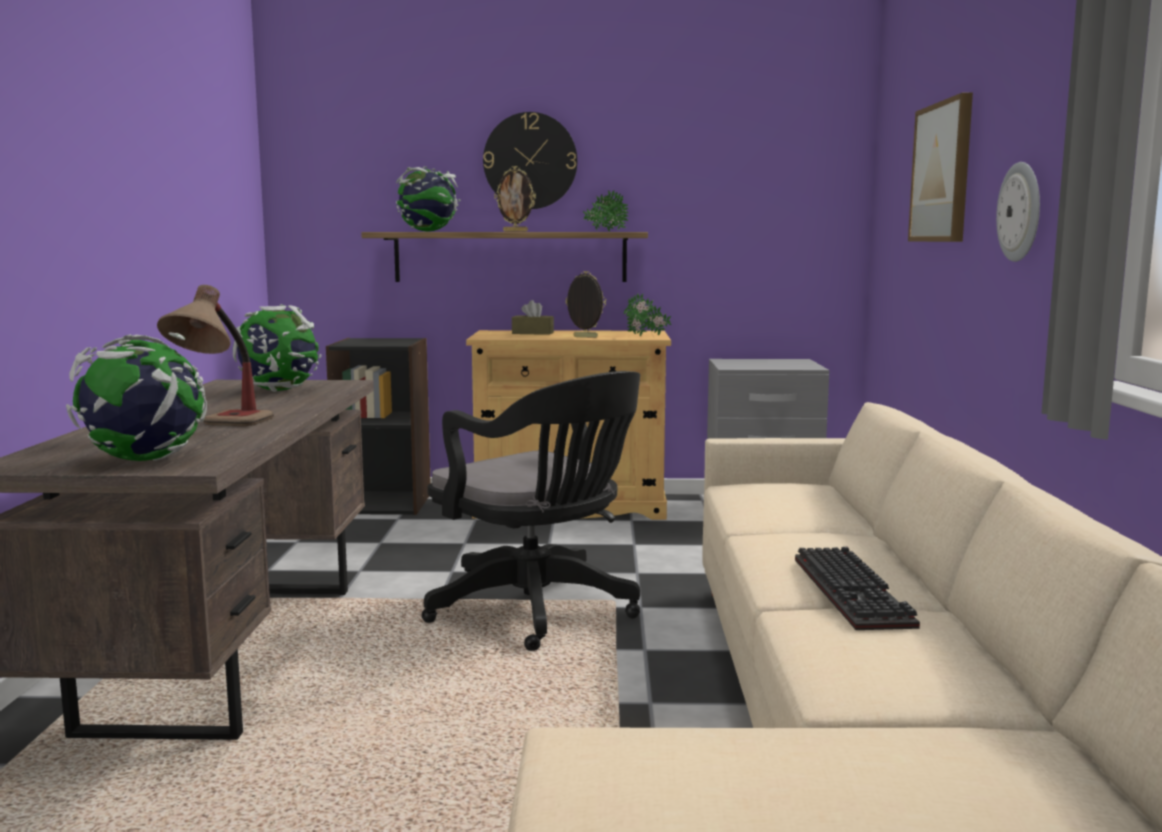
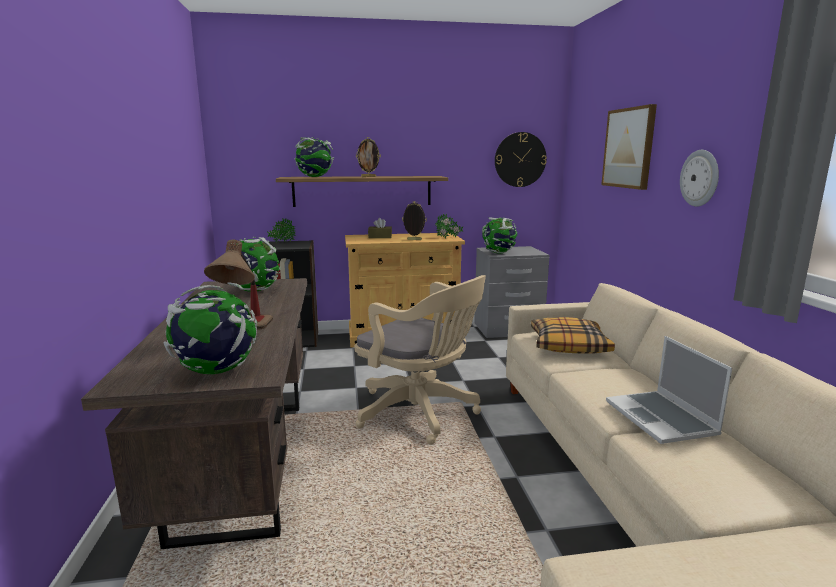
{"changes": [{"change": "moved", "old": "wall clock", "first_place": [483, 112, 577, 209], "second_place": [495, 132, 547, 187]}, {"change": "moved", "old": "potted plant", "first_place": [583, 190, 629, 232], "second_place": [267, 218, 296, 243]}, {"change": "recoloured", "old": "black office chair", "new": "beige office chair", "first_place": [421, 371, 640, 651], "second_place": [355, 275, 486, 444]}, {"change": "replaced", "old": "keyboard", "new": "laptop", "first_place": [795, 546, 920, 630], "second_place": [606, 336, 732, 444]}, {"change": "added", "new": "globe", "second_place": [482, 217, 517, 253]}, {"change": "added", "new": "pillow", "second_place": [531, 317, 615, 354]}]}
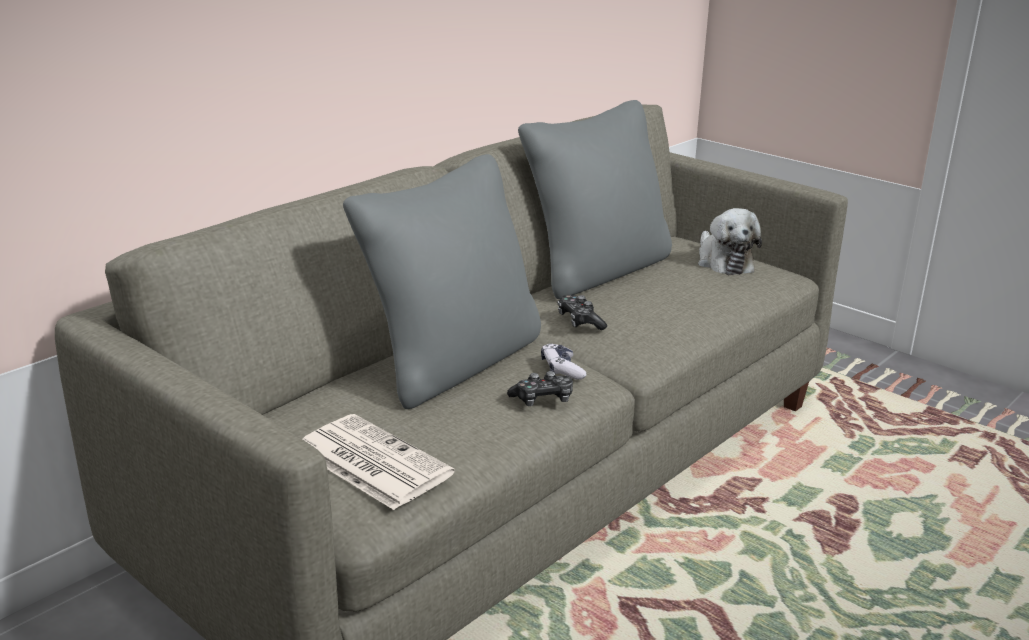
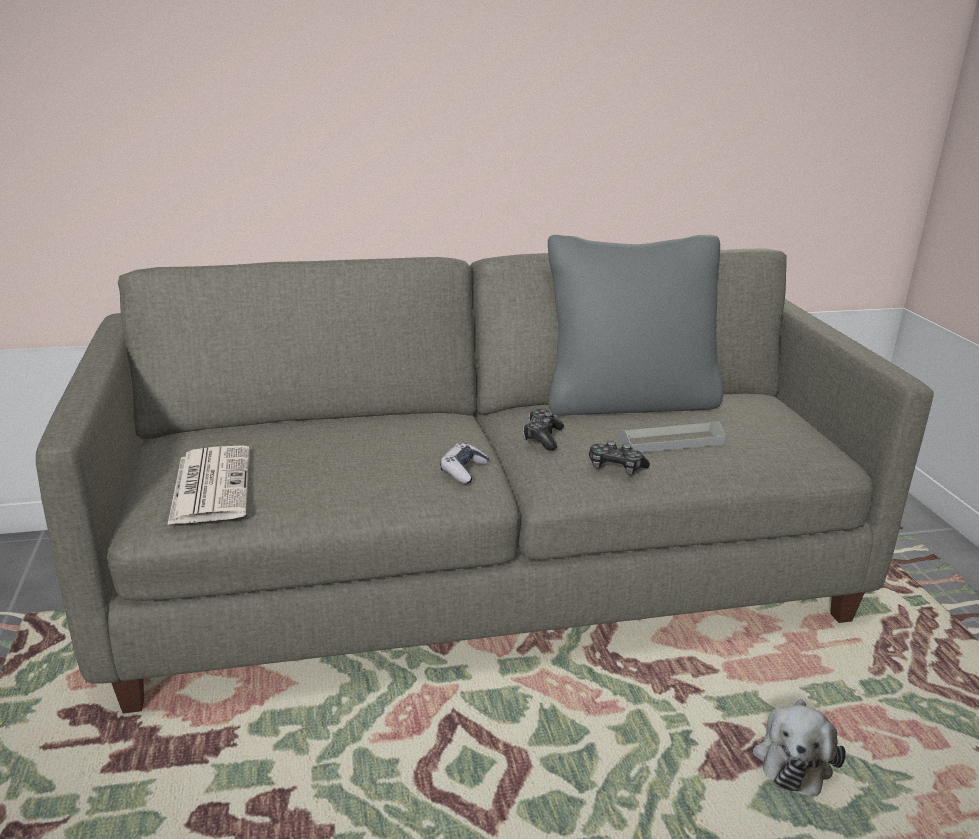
{"changes": [{"change": "removed", "old": "grey pillow", "first_place": [343, 154, 541, 409]}, {"change": "moved", "old": "plush toy", "first_place": [698, 208, 762, 275], "second_place": [753, 699, 846, 796]}, {"change": "moved", "old": "game controller", "first_place": [507, 371, 573, 406], "second_place": [589, 440, 650, 475]}, {"change": "added", "new": "grey tray", "second_place": [617, 421, 726, 453]}]}
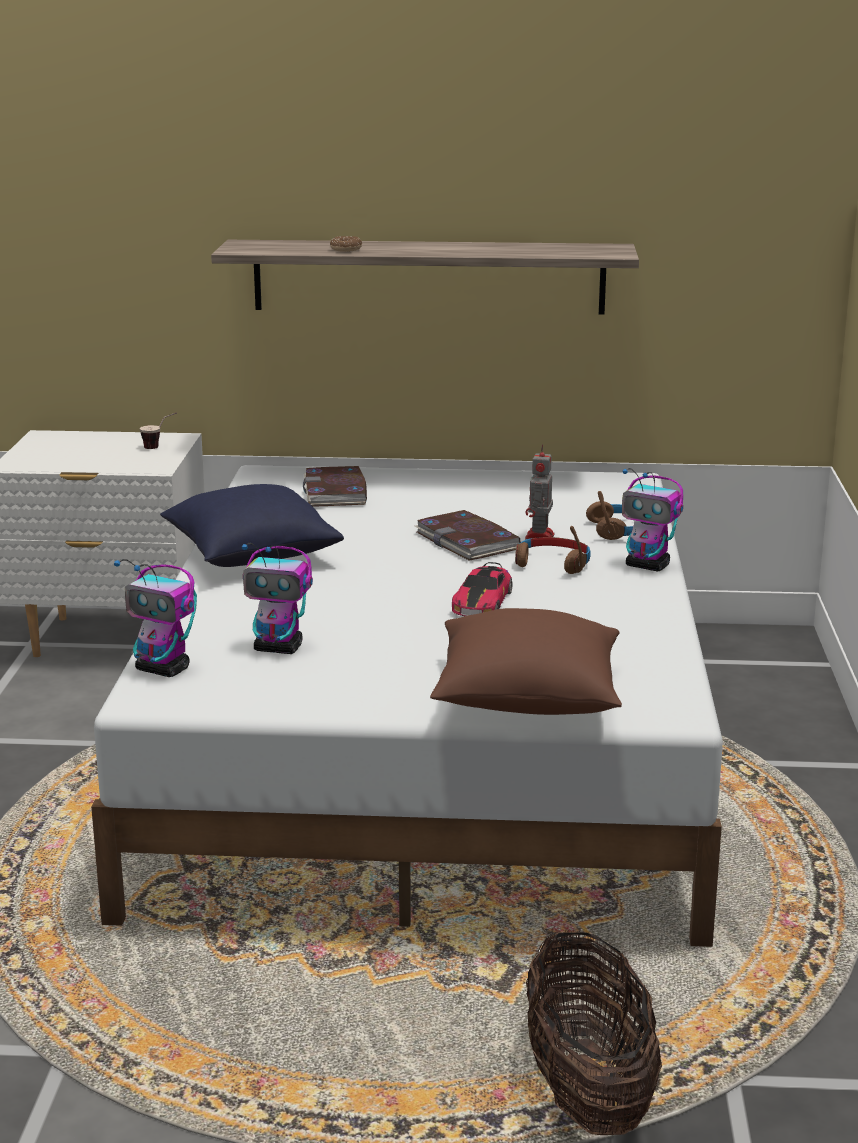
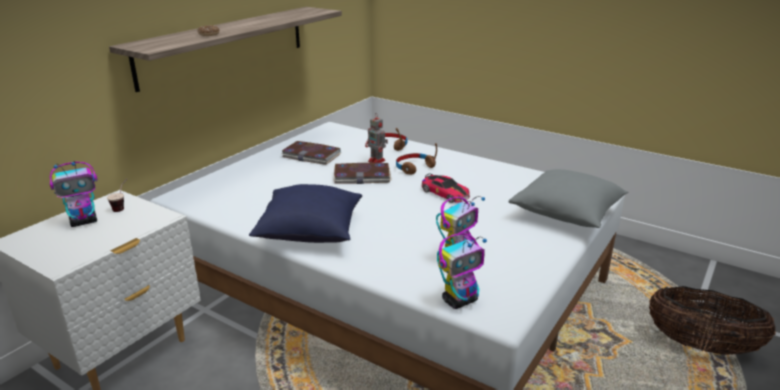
{"changes": [{"change": "moved", "old": "book", "first_place": [303, 466, 367, 507], "second_place": [282, 141, 341, 165]}, {"change": "moved", "old": "toy robot", "first_place": [622, 468, 683, 571], "second_place": [50, 161, 98, 227]}, {"change": "recoloured", "old": "brown pillow", "new": "grey pillow", "first_place": [430, 608, 622, 715], "second_place": [508, 169, 628, 228]}]}
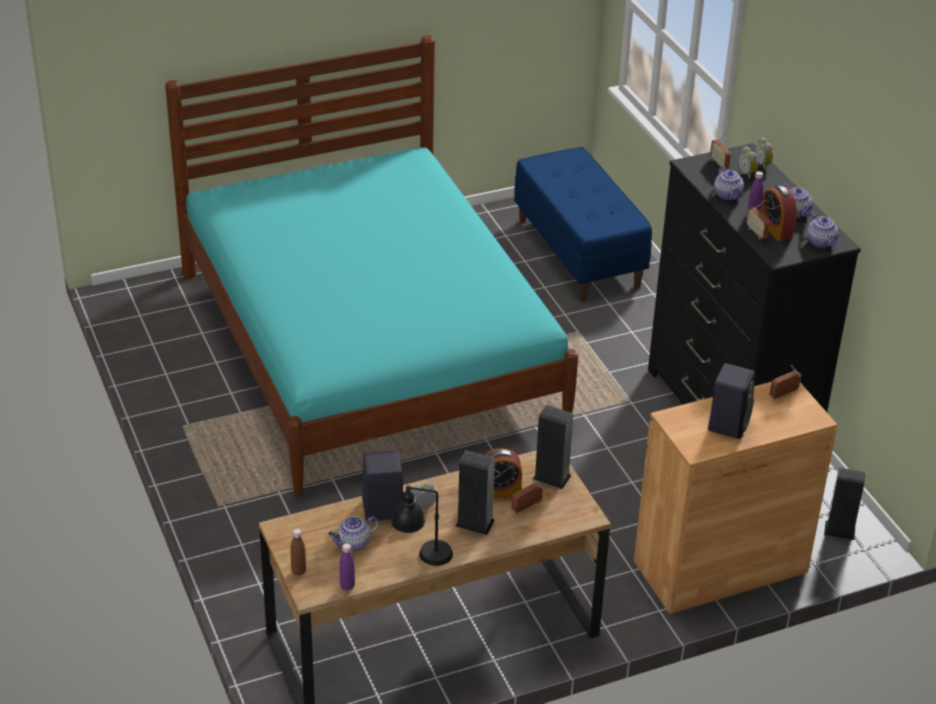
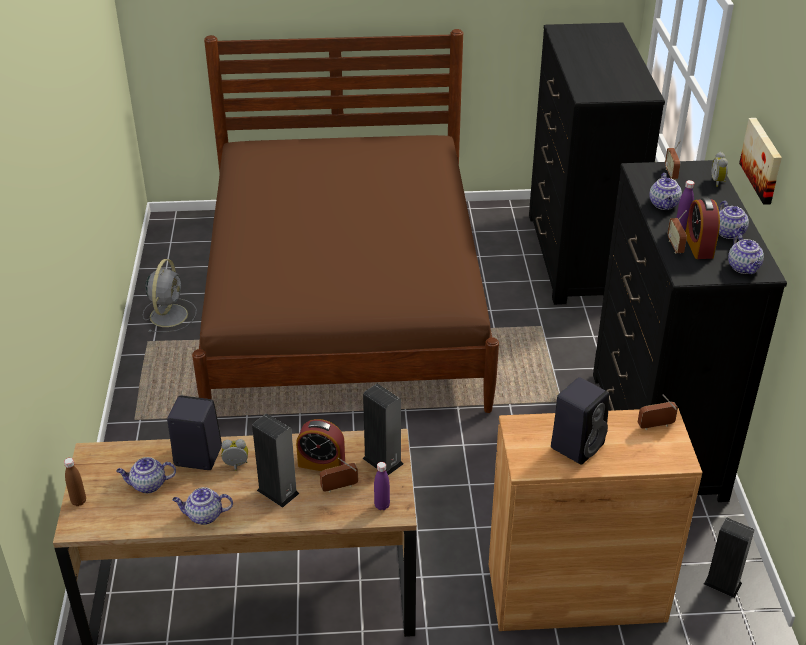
{"changes": [{"change": "recoloured", "old": "turquoise bed", "new": "brown bed", "first_place": [165, 35, 579, 495], "second_place": [192, 29, 499, 413]}, {"change": "removed", "old": "alarm clock", "first_place": [738, 146, 758, 179]}, {"change": "replaced", "old": "blue bench", "new": "black dresser", "first_place": [514, 147, 652, 301], "second_place": [529, 23, 665, 305]}, {"change": "replaced", "old": "black table lamp", "new": "teapot", "first_place": [391, 485, 453, 566], "second_place": [172, 487, 233, 525]}, {"change": "moved", "old": "purple bottle", "first_place": [339, 543, 355, 591], "second_place": [374, 462, 390, 510]}, {"change": "added", "new": "picture", "second_place": [739, 118, 782, 205]}, {"change": "added", "new": "grey fan", "second_place": [143, 259, 197, 332]}]}
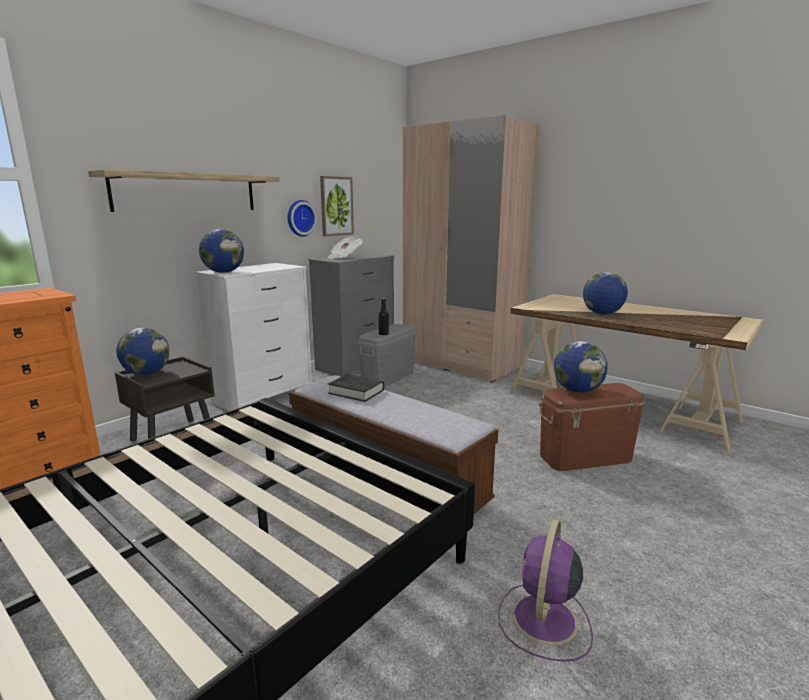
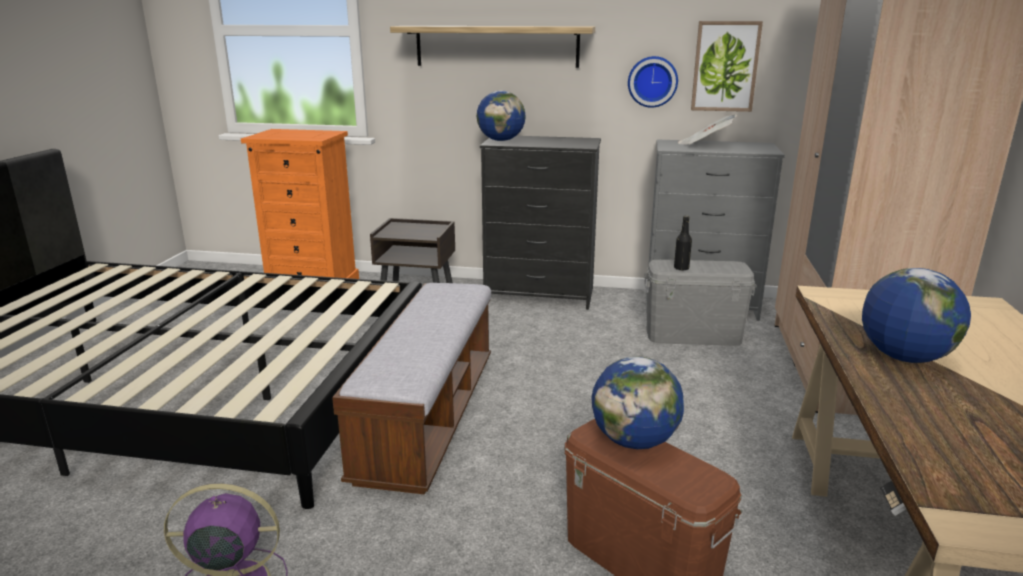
{"changes": [{"change": "recoloured", "old": "white dresser", "new": "black dresser", "first_place": [195, 263, 312, 411], "second_place": [480, 136, 601, 310]}, {"change": "removed", "old": "globe", "first_place": [116, 328, 169, 375]}, {"change": "removed", "old": "black book", "first_place": [328, 374, 384, 402]}]}
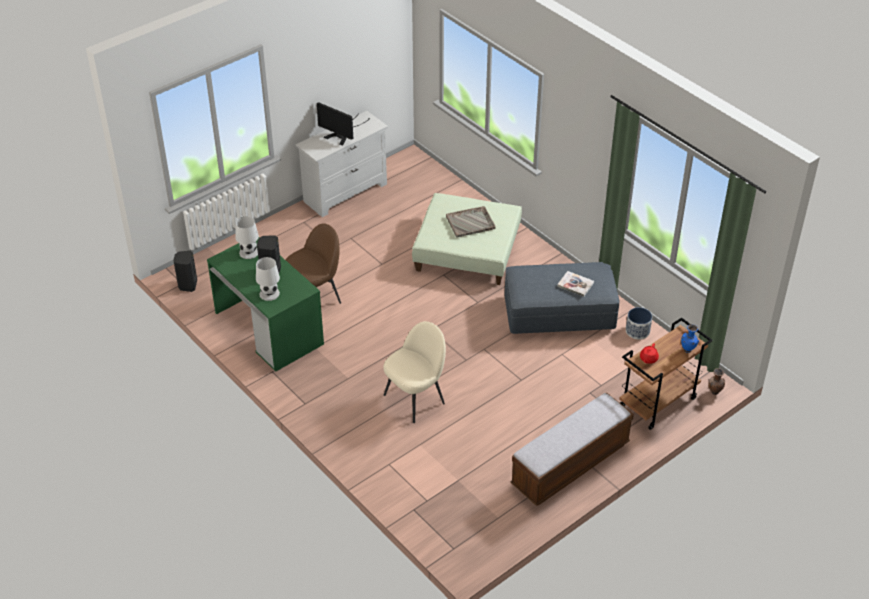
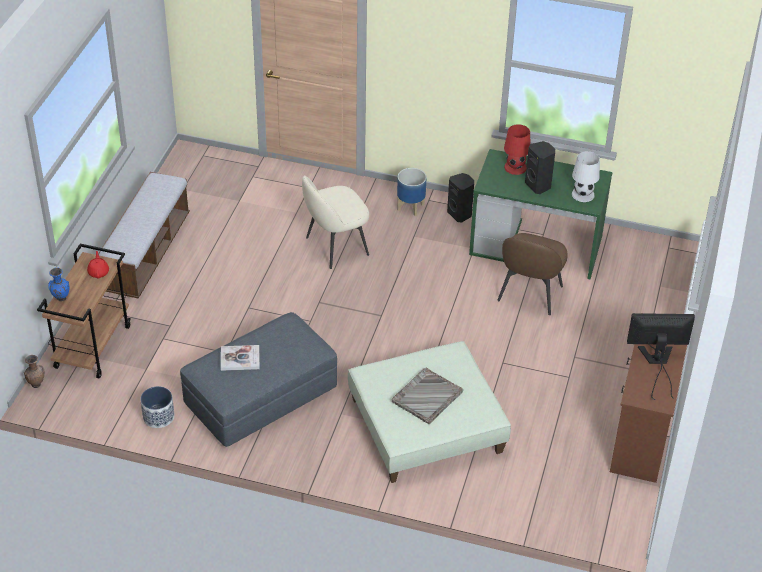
{"changes": [{"change": "recoloured", "old": "white dresser", "new": "brown dresser", "first_place": [296, 111, 388, 217], "second_place": [610, 344, 687, 483]}, {"change": "moved", "old": "black speaker", "first_place": [173, 251, 197, 292], "second_place": [447, 173, 474, 222]}, {"change": "recoloured", "old": "white table lamp", "new": "red table lamp", "first_place": [256, 257, 280, 301], "second_place": [504, 124, 531, 175]}, {"change": "turned", "old": "beige chair", "first_place": [383, 321, 446, 423], "second_place": [302, 176, 369, 269], "degrees": 45}, {"change": "added", "new": "planter", "second_place": [397, 168, 427, 216]}]}
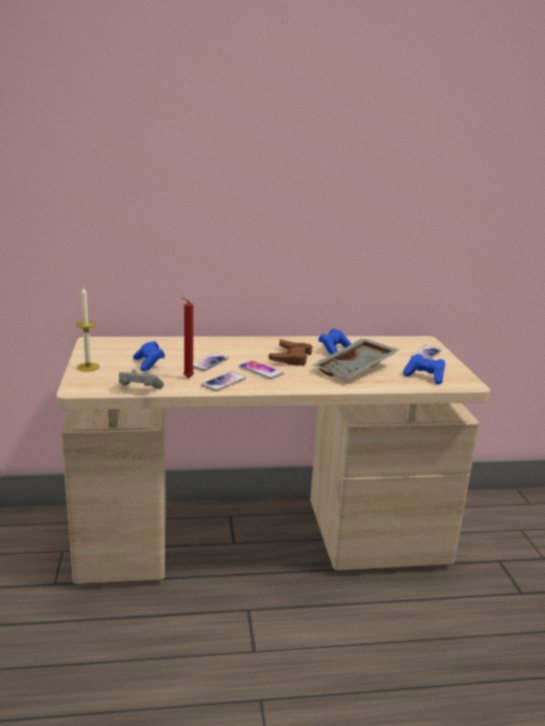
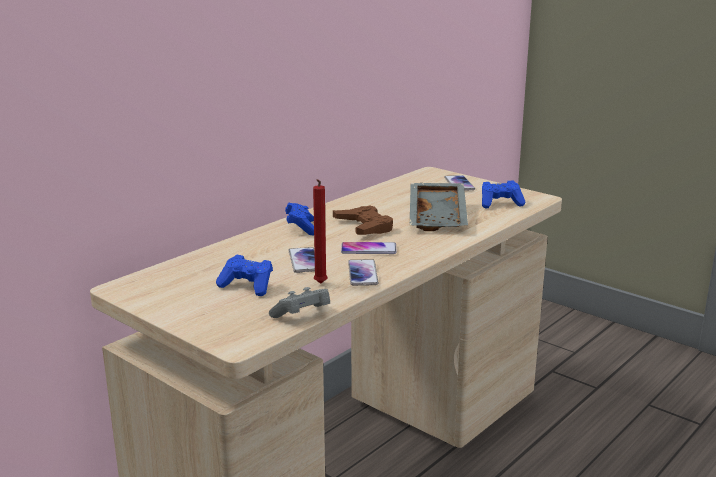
{"changes": [{"change": "removed", "old": "candle", "first_place": [76, 286, 100, 372]}, {"change": "moved", "old": "blue game controller", "first_place": [318, 329, 351, 355], "second_place": [285, 203, 314, 236]}]}
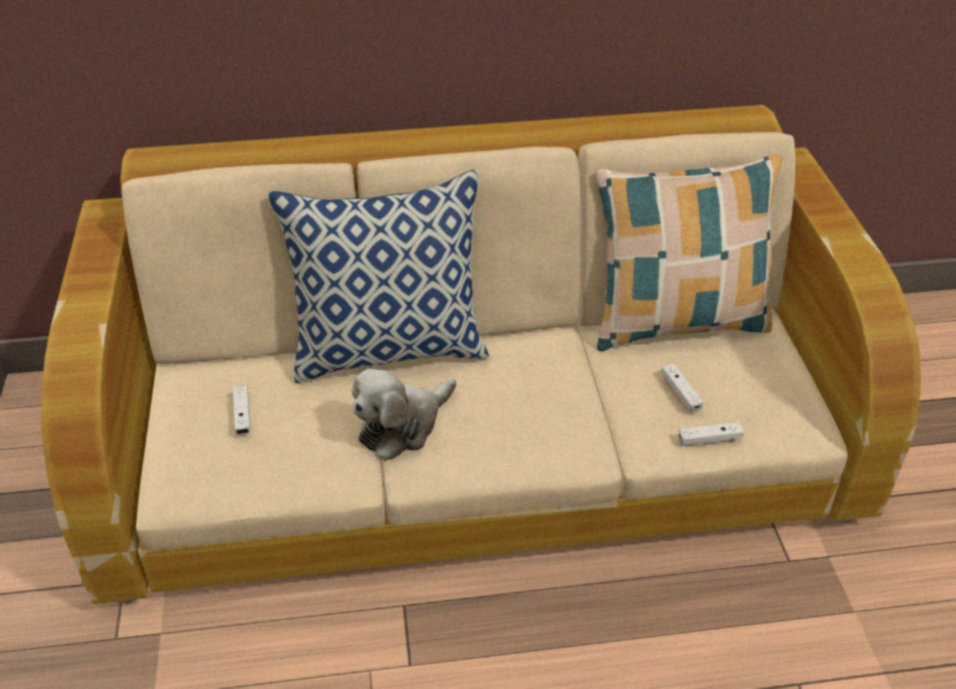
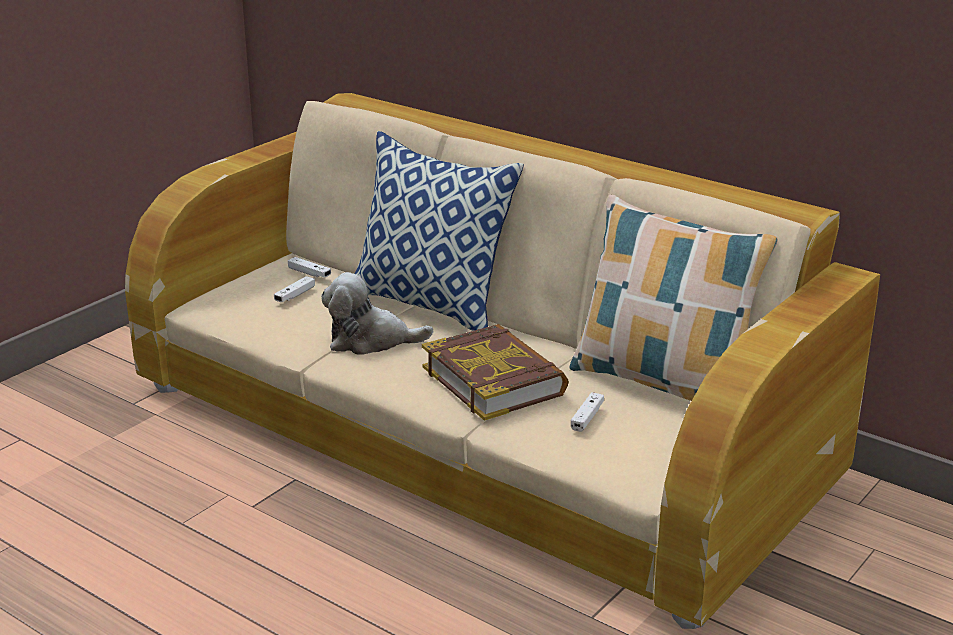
{"changes": [{"change": "moved", "old": "white game controller", "first_place": [678, 422, 744, 446], "second_place": [288, 257, 331, 278]}, {"change": "added", "new": "book", "second_place": [422, 324, 569, 421]}]}
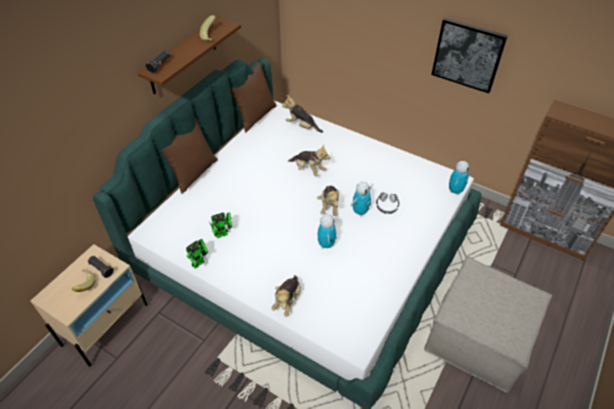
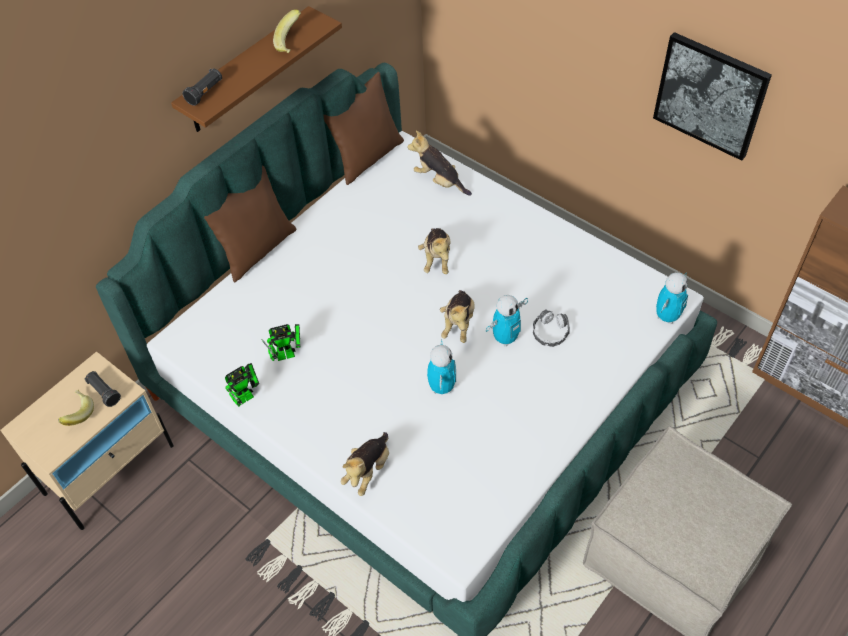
{"changes": [{"change": "turned", "old": "plush toy", "first_place": [288, 145, 331, 177], "second_place": [418, 228, 451, 274], "degrees": 45}]}
